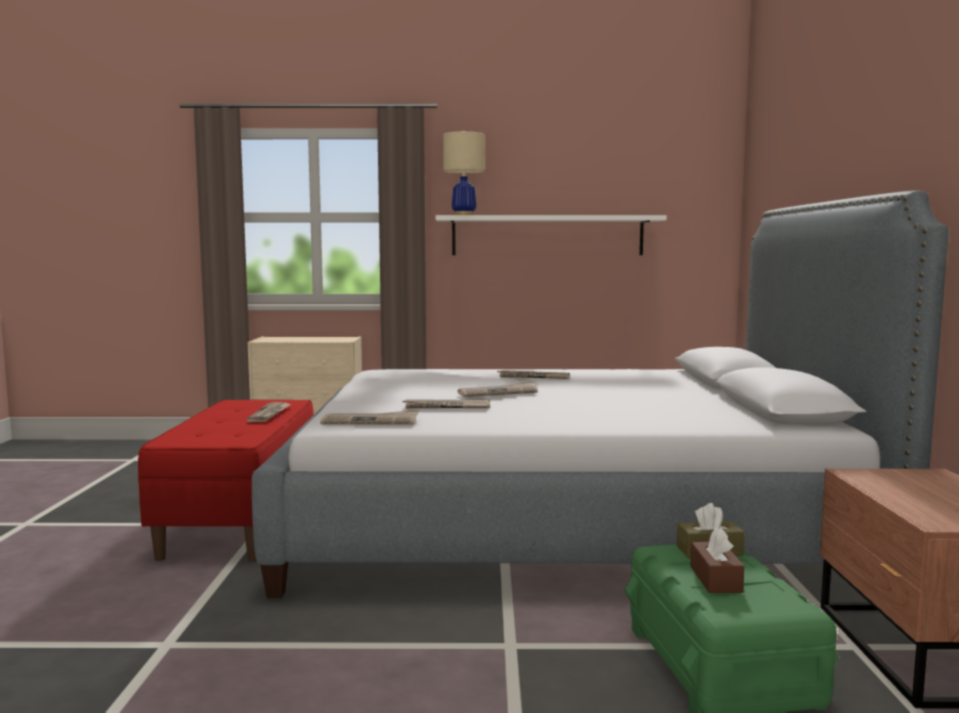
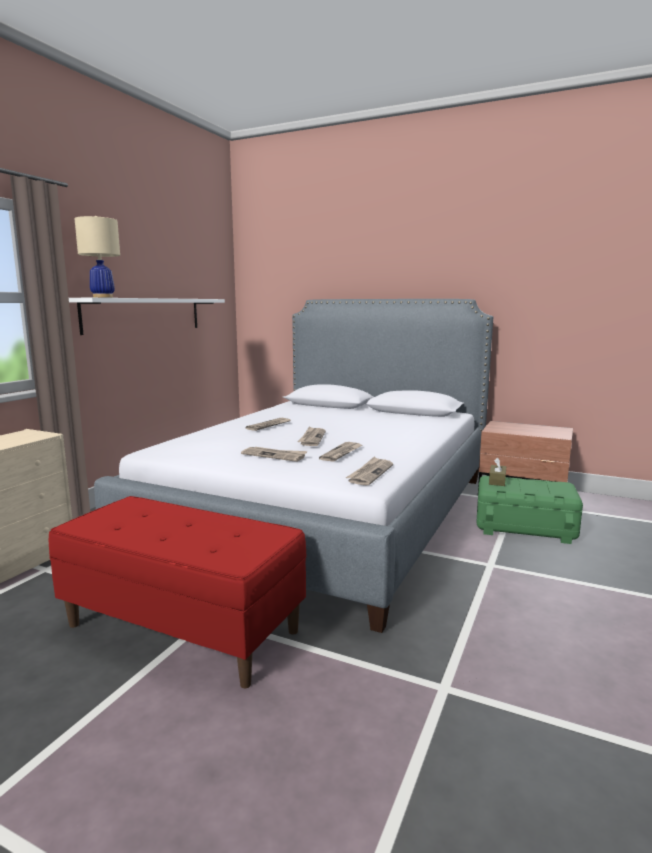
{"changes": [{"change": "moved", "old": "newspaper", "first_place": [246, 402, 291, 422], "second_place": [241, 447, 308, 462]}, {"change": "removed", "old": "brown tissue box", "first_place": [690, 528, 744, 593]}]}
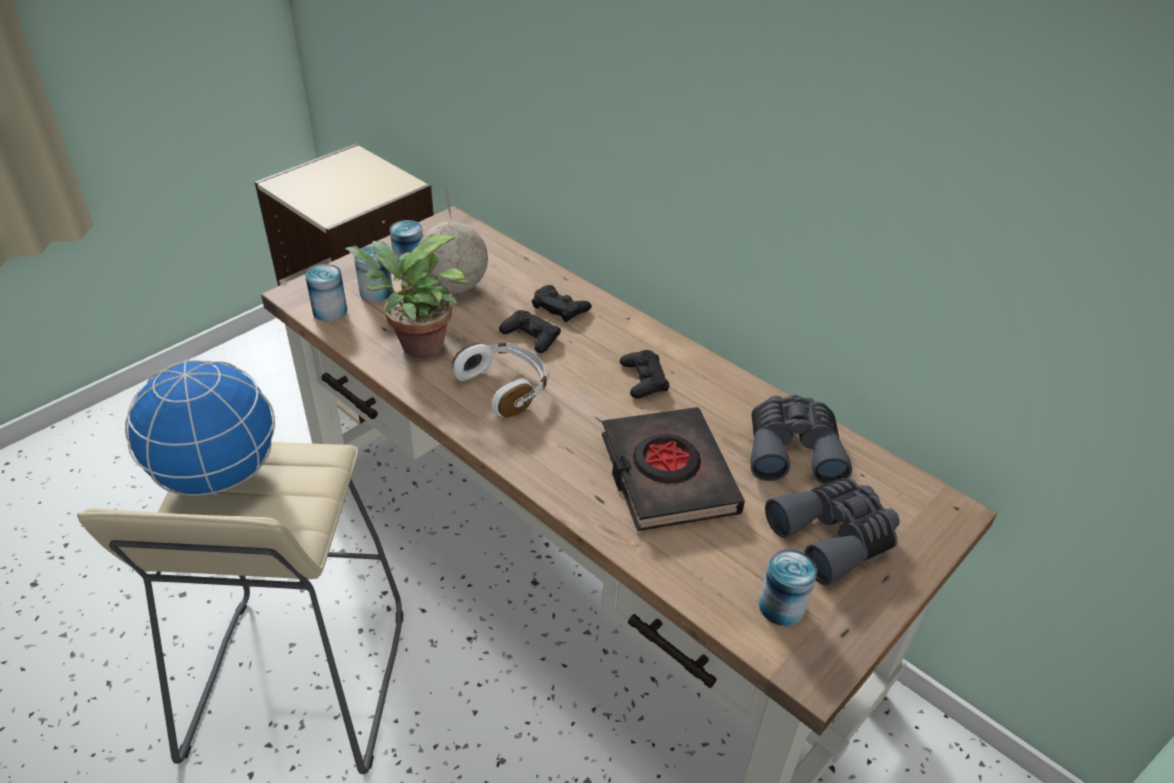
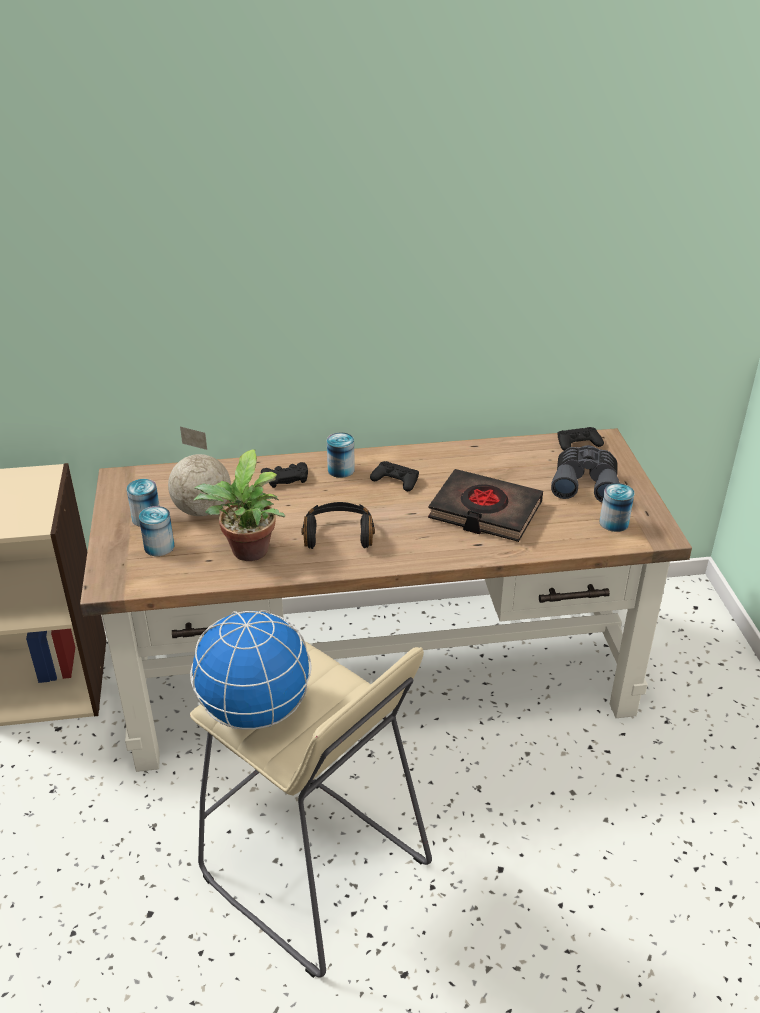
{"changes": [{"change": "moved", "old": "can", "first_place": [305, 264, 347, 321], "second_place": [327, 432, 355, 478]}, {"change": "moved", "old": "black game controller", "first_place": [499, 310, 561, 353], "second_place": [557, 427, 604, 451]}, {"change": "recoloured", "old": "white headphones", "new": "black headphones", "first_place": [452, 343, 549, 418], "second_place": [302, 502, 375, 549]}, {"change": "removed", "old": "grey binoculars", "first_place": [750, 395, 852, 484]}]}
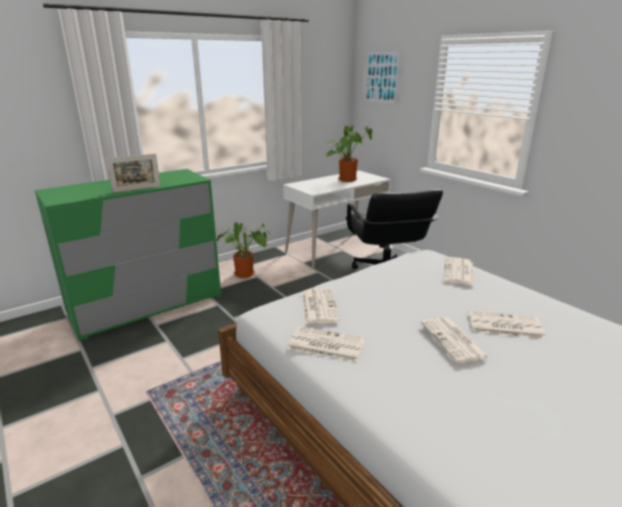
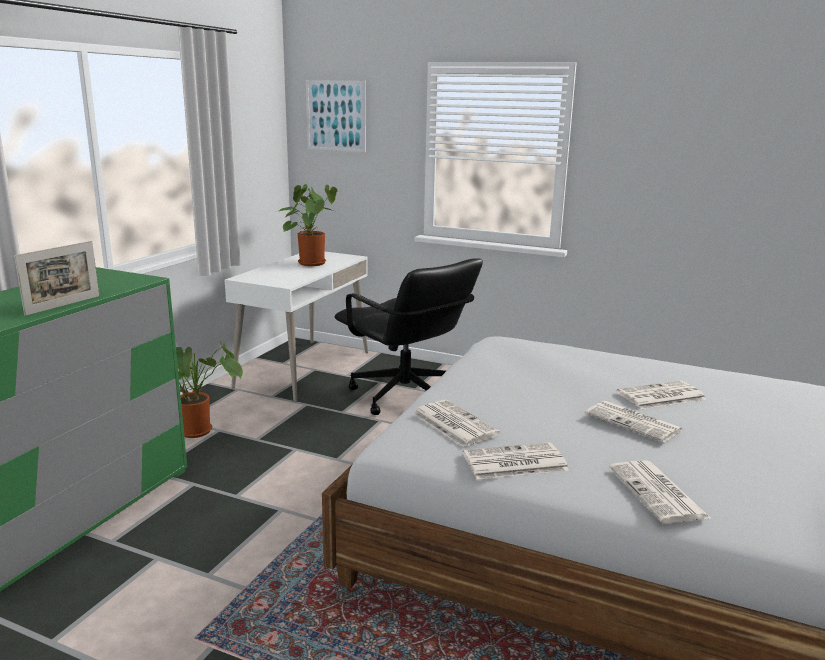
{"changes": [{"change": "moved", "old": "newspaper", "first_place": [443, 257, 474, 286], "second_place": [609, 461, 712, 523]}]}
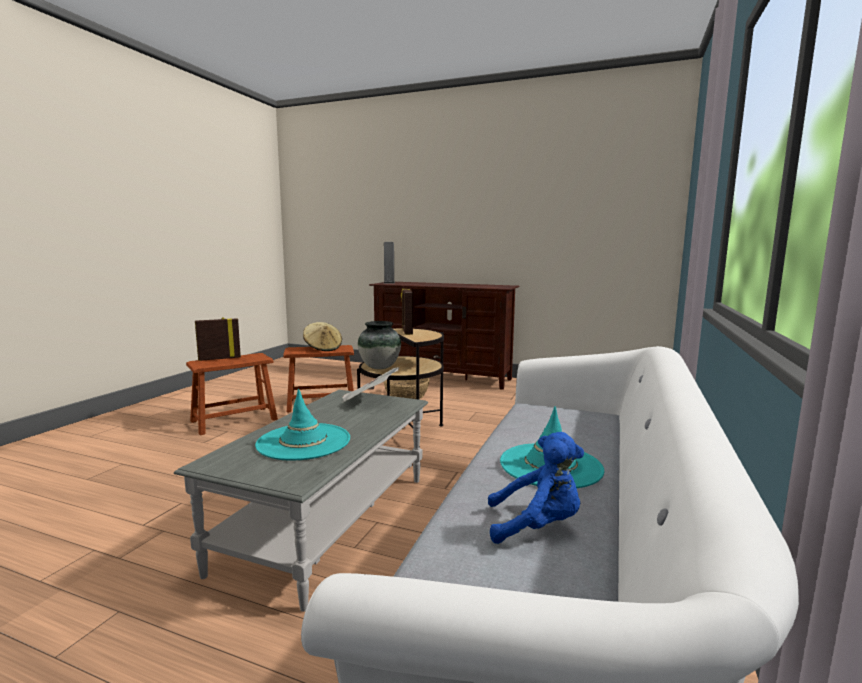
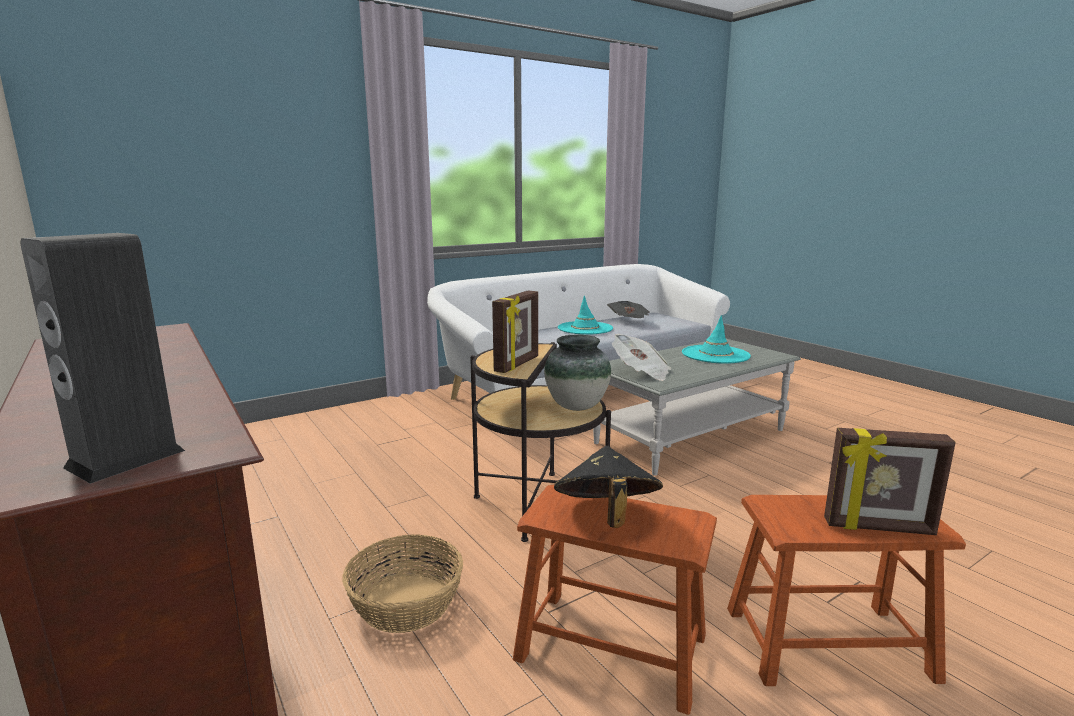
{"changes": [{"change": "recoloured", "old": "beige hat", "new": "black hat", "first_place": [303, 322, 342, 351], "second_place": [554, 446, 663, 528]}, {"change": "replaced", "old": "blue plush toy", "new": "newspaper", "first_place": [488, 432, 584, 544], "second_place": [607, 301, 650, 318]}]}
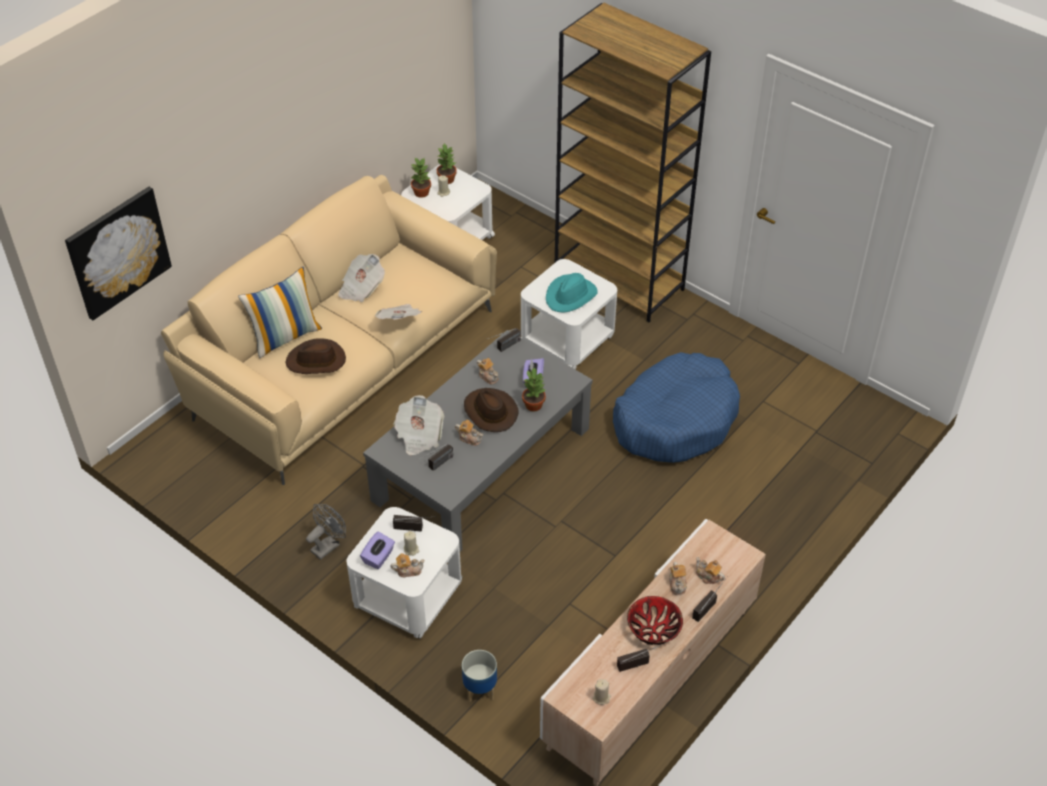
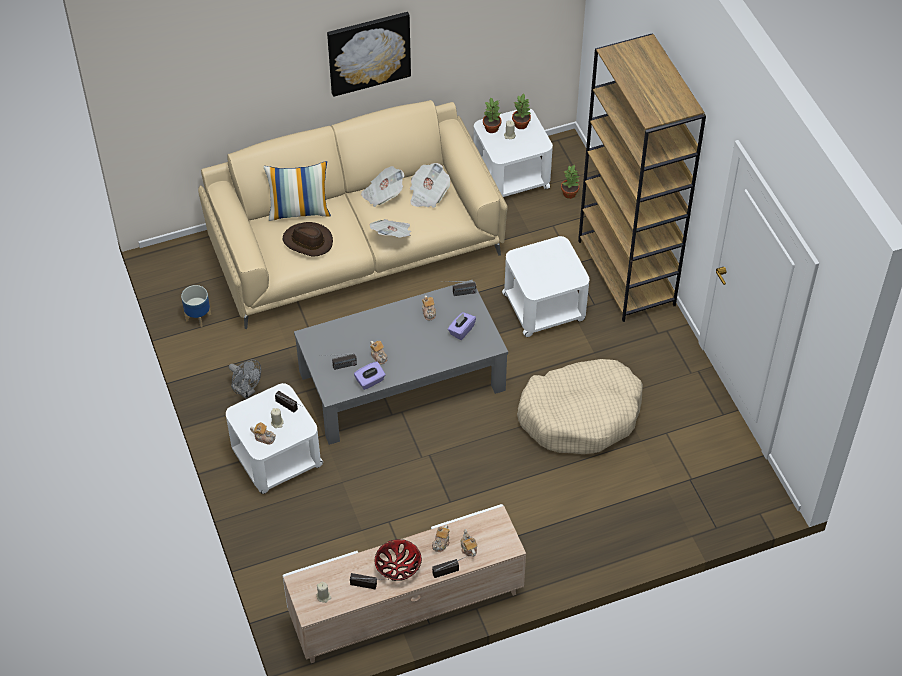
{"changes": [{"change": "moved", "old": "picture", "first_place": [65, 187, 172, 320], "second_place": [327, 12, 411, 97]}, {"change": "removed", "old": "turquoise hat", "first_place": [546, 273, 598, 313]}, {"change": "recoloured", "old": "blue dog bed", "new": "beige dog bed", "first_place": [613, 352, 740, 463], "second_place": [517, 359, 643, 454]}, {"change": "moved", "old": "potted plant", "first_place": [522, 367, 546, 411], "second_place": [561, 165, 580, 199]}, {"change": "removed", "old": "brown hat", "first_place": [464, 388, 519, 432]}, {"change": "moved", "old": "newspaper", "first_place": [393, 395, 444, 455], "second_place": [410, 163, 450, 208]}, {"change": "turned", "old": "grey fan", "first_place": [306, 504, 346, 560], "second_place": [229, 360, 261, 399], "degrees": 60}, {"change": "moved", "old": "purple tissue box", "first_place": [360, 531, 395, 569], "second_place": [354, 361, 386, 390]}, {"change": "moved", "old": "planter", "first_place": [462, 650, 497, 702], "second_place": [181, 285, 211, 327]}]}
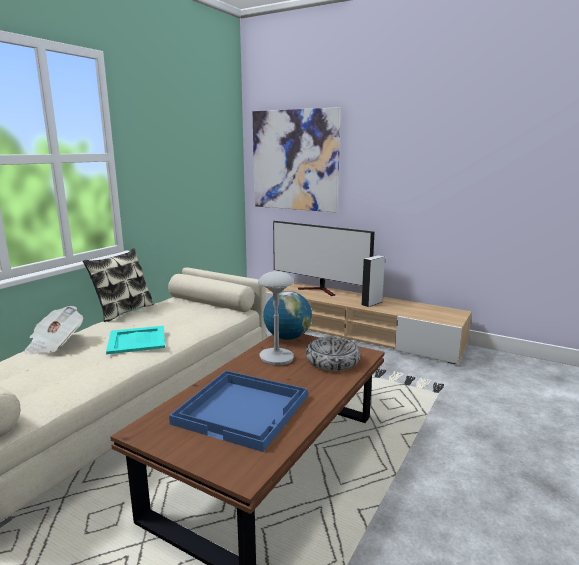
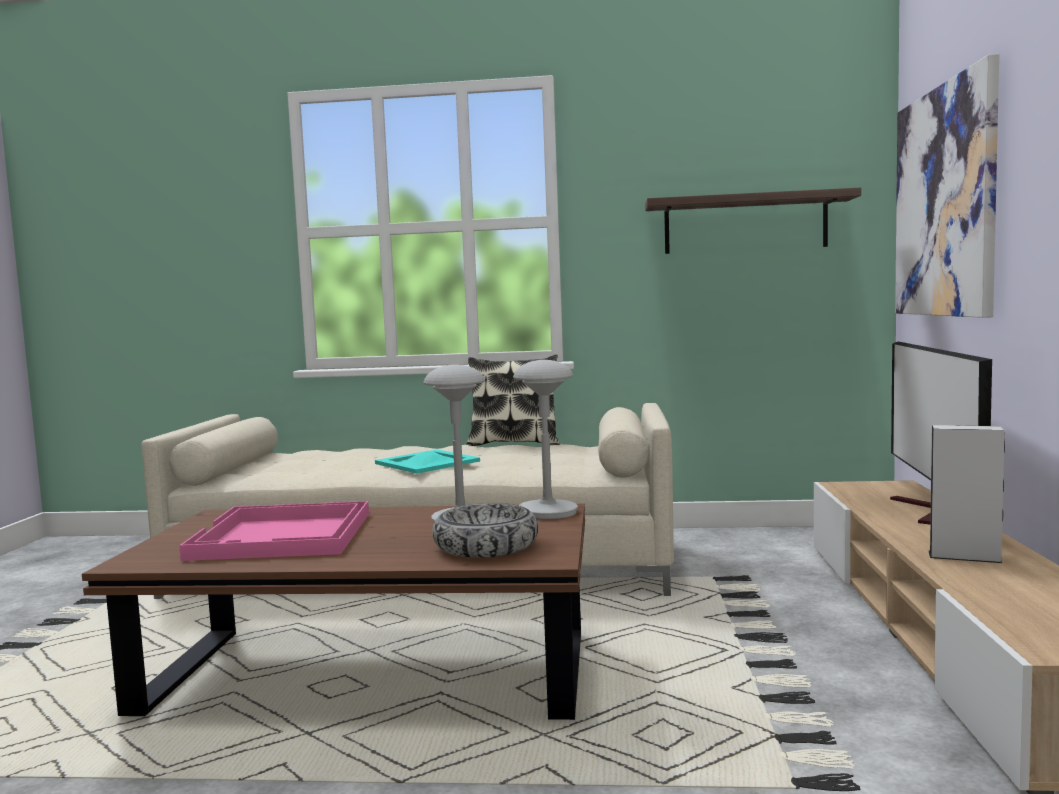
{"changes": [{"change": "replaced", "old": "globe", "new": "grey table lamp", "first_place": [263, 291, 312, 340], "second_place": [513, 360, 578, 519]}, {"change": "removed", "old": "newspaper", "first_place": [24, 306, 83, 354]}, {"change": "recoloured", "old": "blue tray", "new": "pink tray", "first_place": [169, 370, 307, 452], "second_place": [179, 501, 369, 561]}, {"change": "added", "new": "shelf", "second_place": [645, 187, 861, 254]}]}
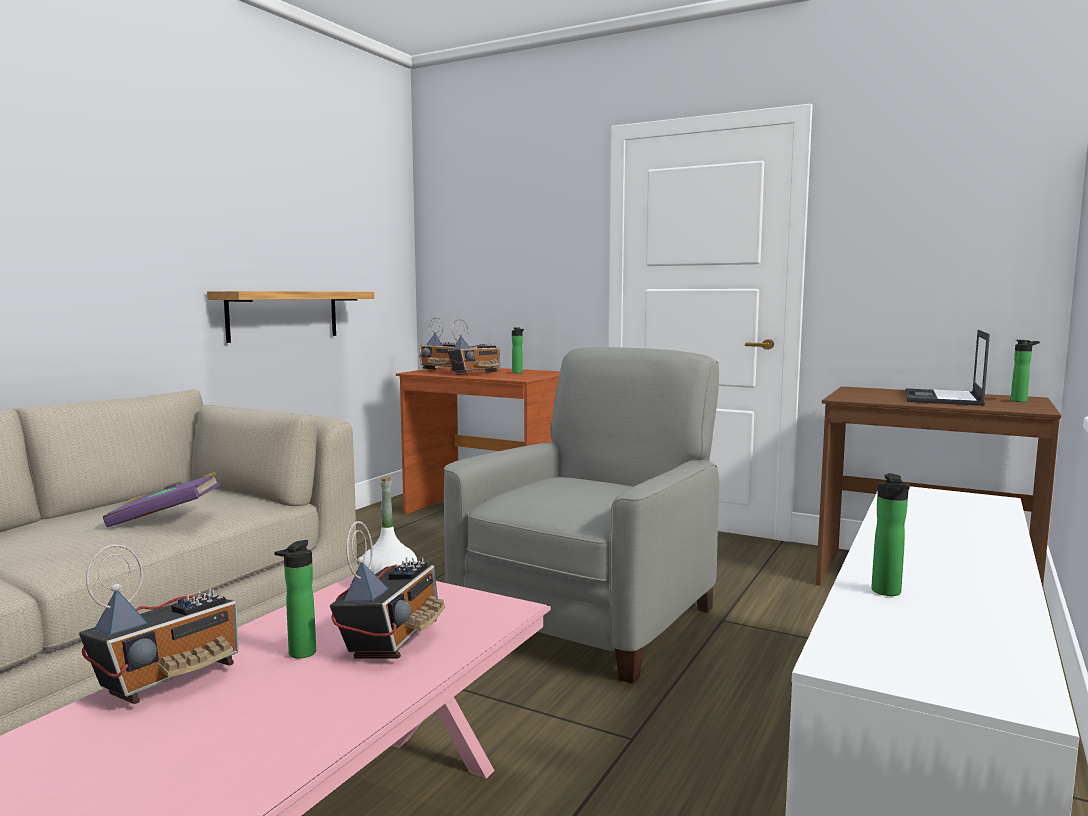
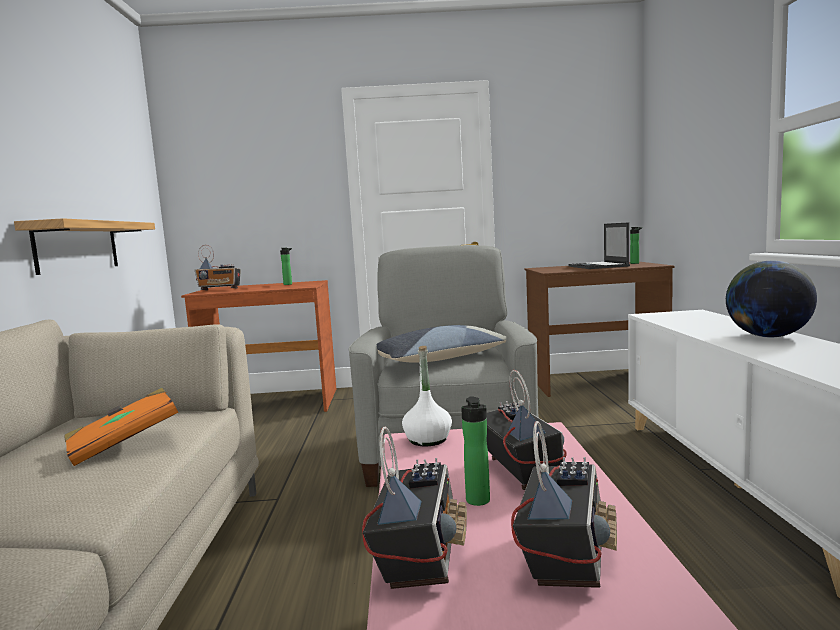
{"changes": [{"change": "moved", "old": "radio", "first_place": [447, 319, 500, 375], "second_place": [511, 421, 617, 588]}, {"change": "recoloured", "old": "purple book", "new": "orange book", "first_place": [103, 472, 220, 527], "second_place": [64, 388, 178, 466]}, {"change": "removed", "old": "bottle", "first_place": [871, 473, 910, 596]}, {"change": "added", "new": "globe", "second_place": [726, 261, 817, 337]}, {"change": "added", "new": "pillow", "second_place": [377, 325, 507, 363]}]}
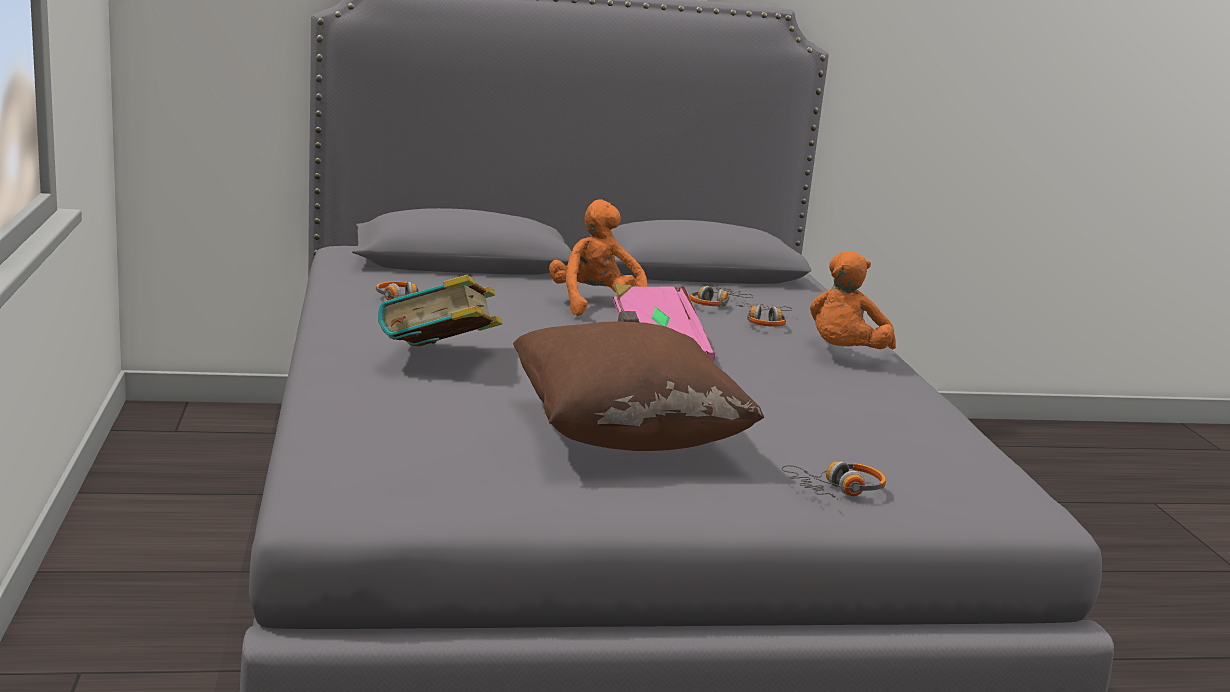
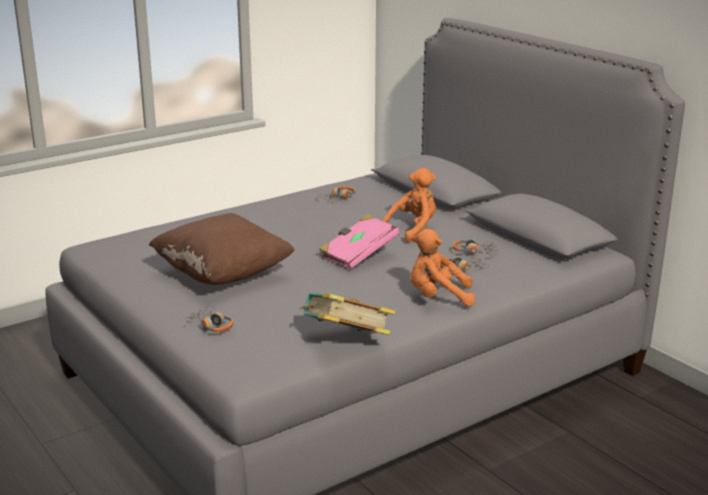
{"changes": [{"change": "moved", "old": "book", "first_place": [378, 275, 503, 347], "second_place": [300, 293, 395, 335]}]}
